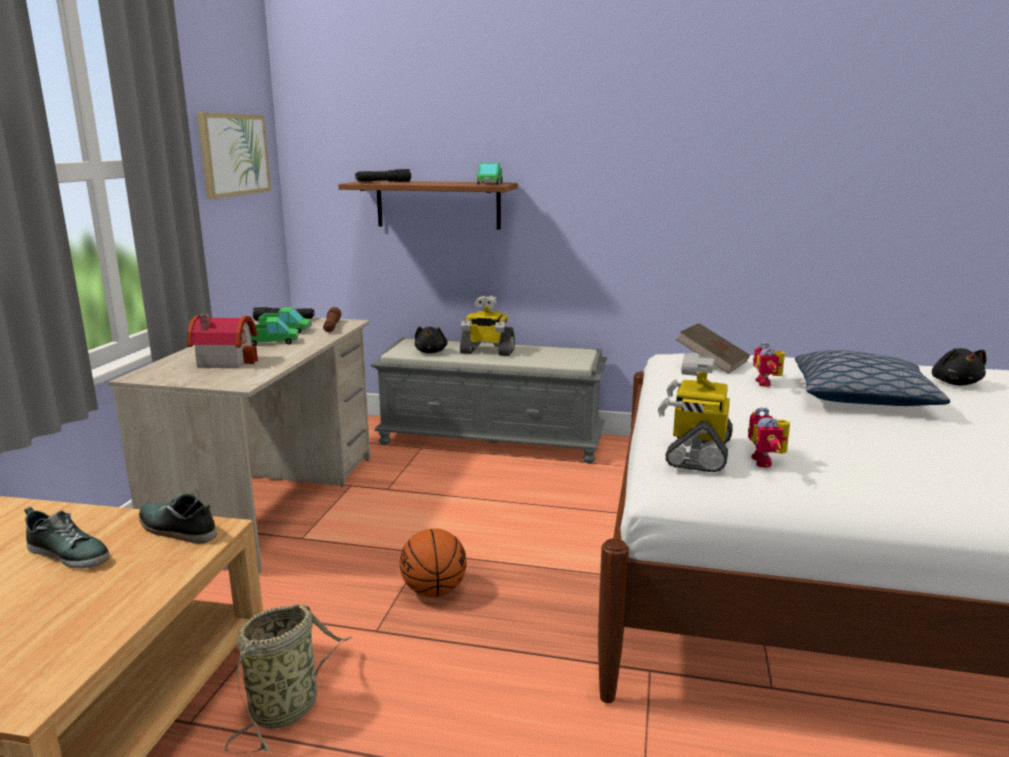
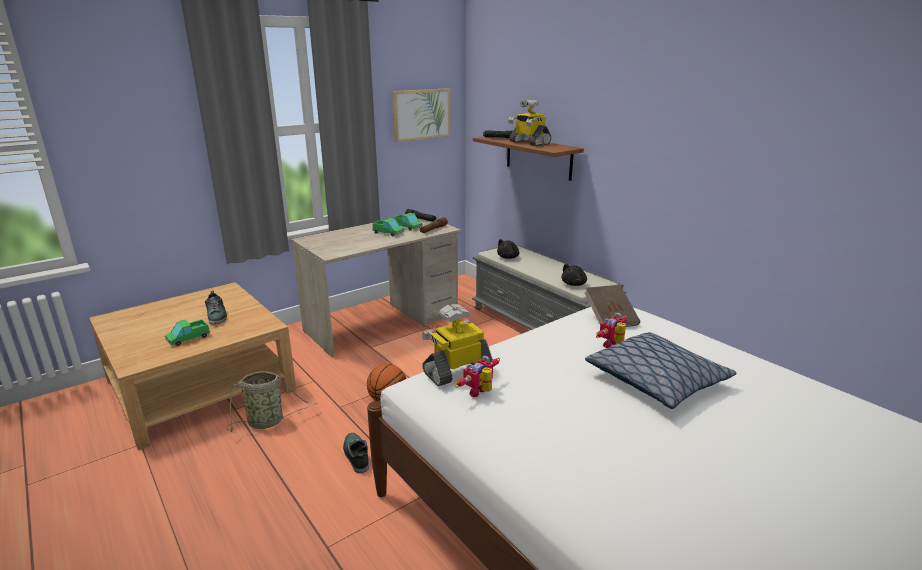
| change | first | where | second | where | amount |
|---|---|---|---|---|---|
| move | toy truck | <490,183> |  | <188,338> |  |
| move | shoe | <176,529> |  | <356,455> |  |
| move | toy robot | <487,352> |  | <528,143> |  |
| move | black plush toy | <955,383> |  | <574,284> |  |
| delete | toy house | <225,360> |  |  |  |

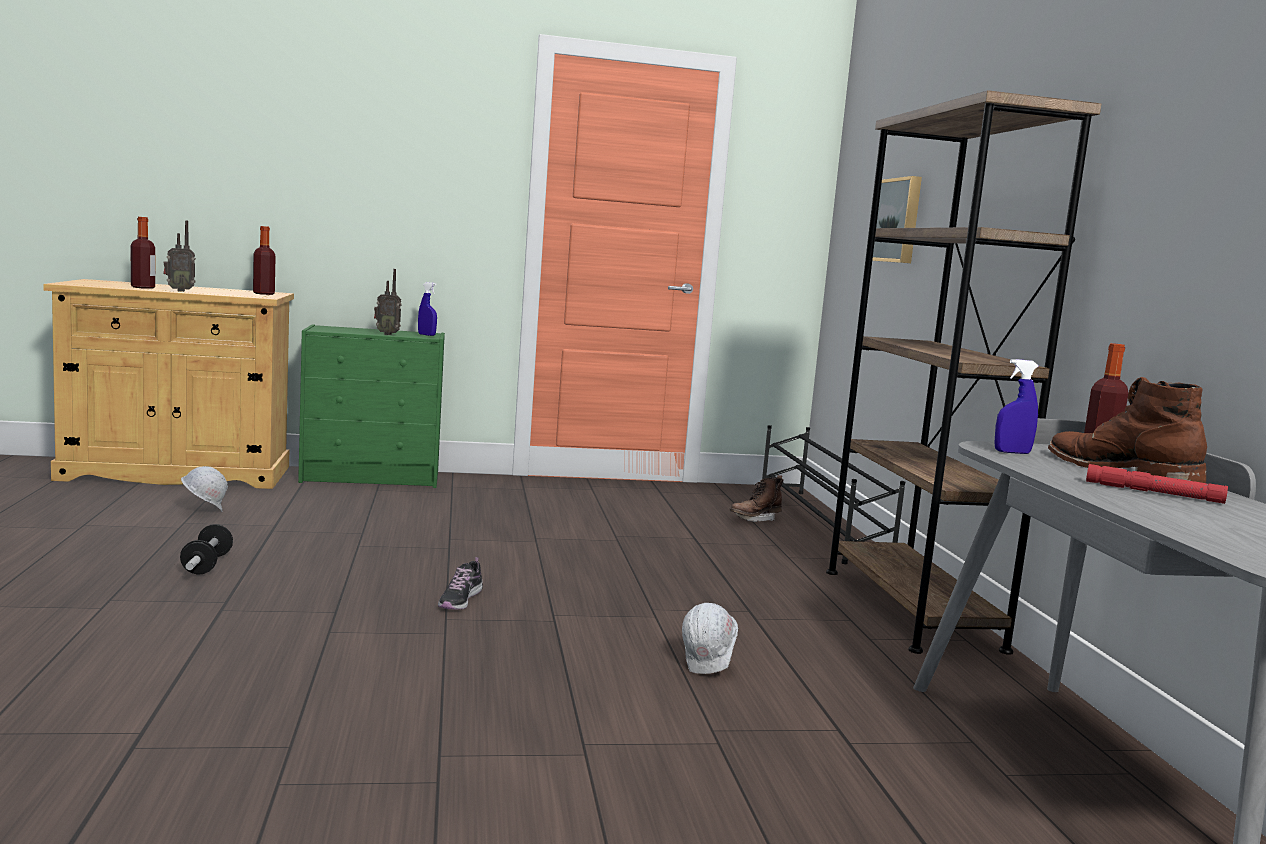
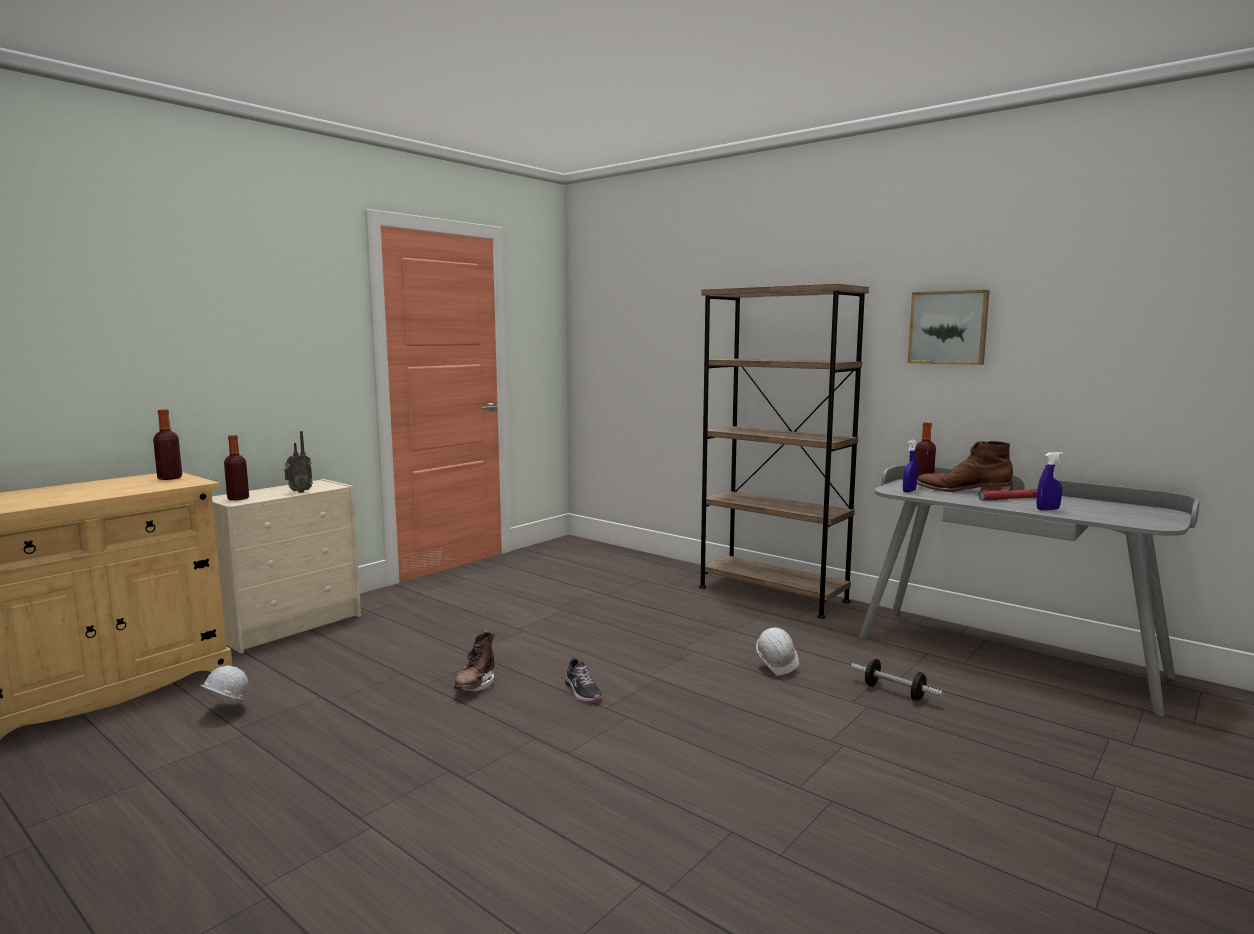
| change | first | where | second | where | amount |
|---|---|---|---|---|---|
| recolor | green dresser | <373,477> | beige dresser | <291,626> |  |
| move | bottle | <143,287> |  | <238,498> |  |
| move | brown boot | <755,519> |  | <475,685> |  |
| move | dumbbell | <207,565> |  | <894,692> |  |
| move | picture | <898,220> |  | <948,327> |  |
| move | blue spray bottle | <426,335> |  | <1048,509> |  |
| delete | radio | <179,291> |  |  |  |
| delete | black shoe rack | <819,524> |  |  |  |

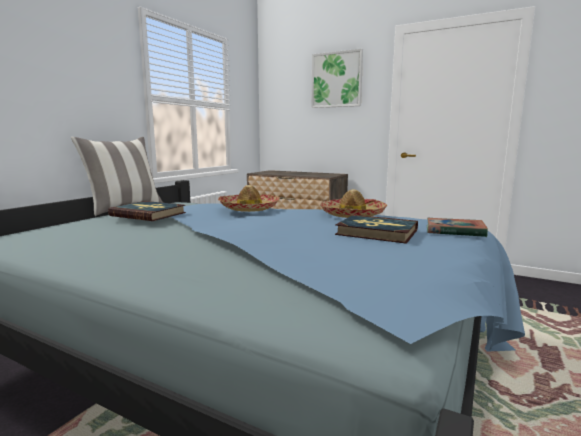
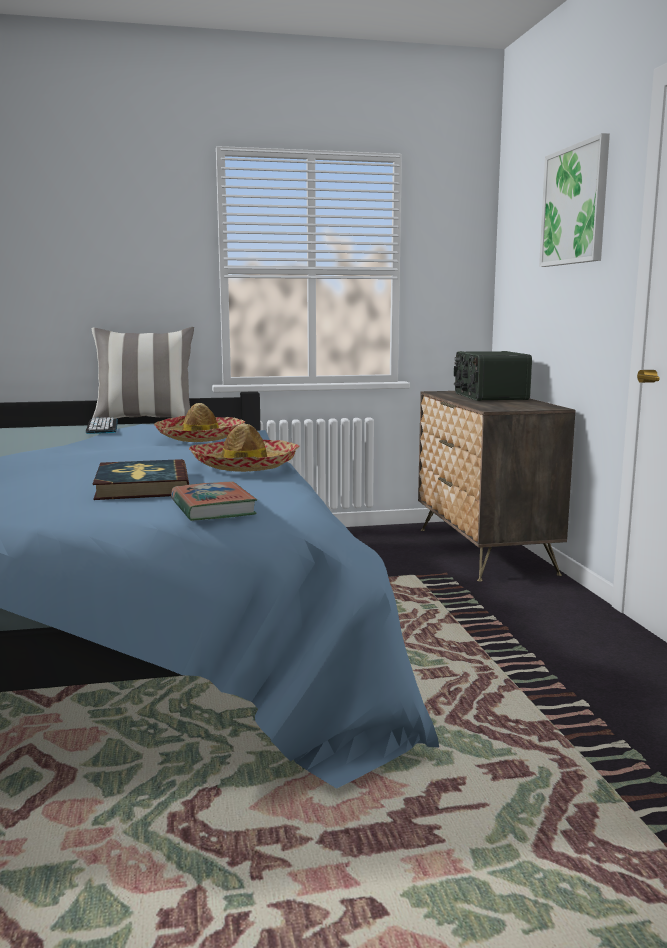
| change | first | where | second | where | amount |
|---|---|---|---|---|---|
| replace | book | <148,214> | keyboard | <102,427> |  |
| insert |  |  | radio | <489,396> |  |

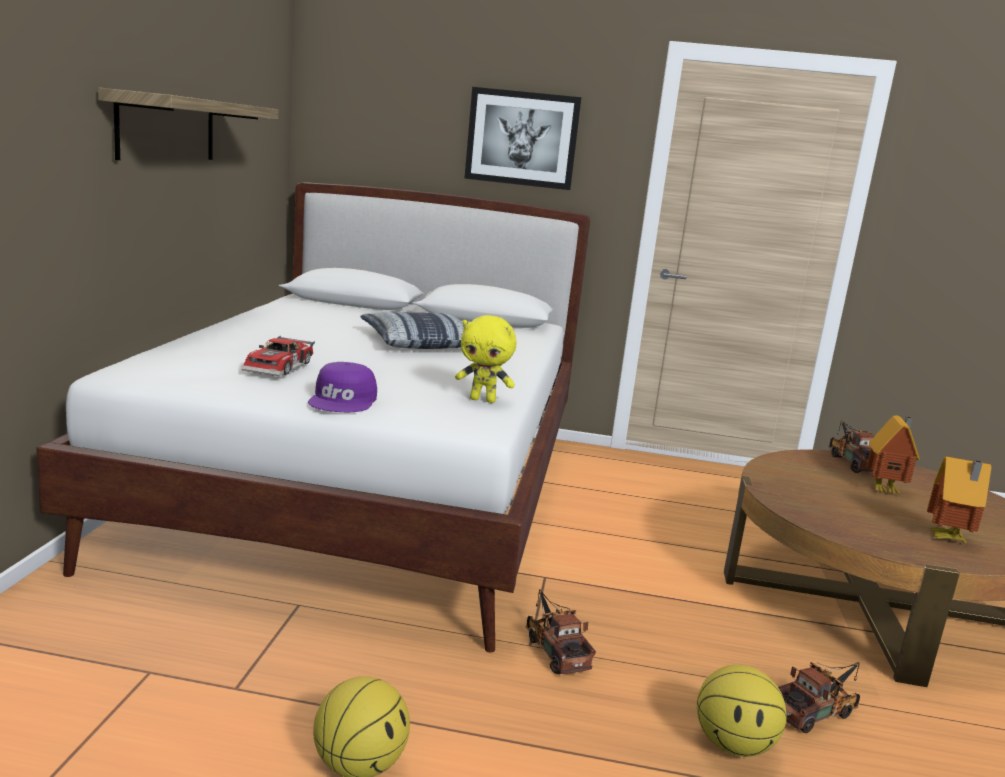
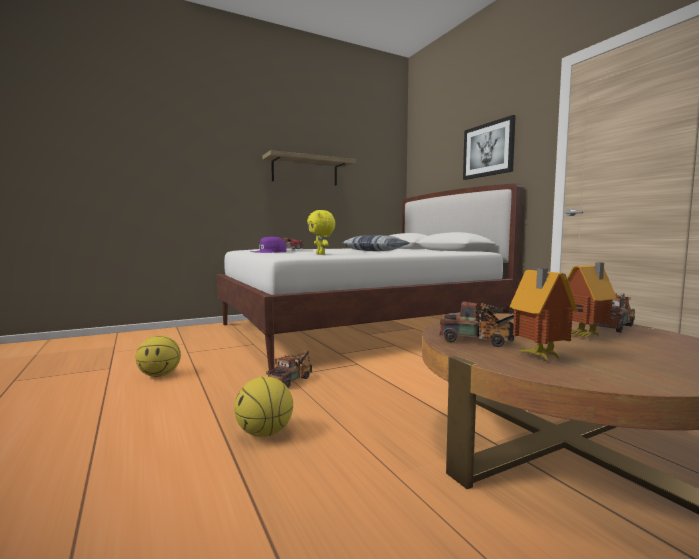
| change | first | where | second | where | amount |
|---|---|---|---|---|---|
| move | toy truck | <817,711> |  | <482,341> |  |

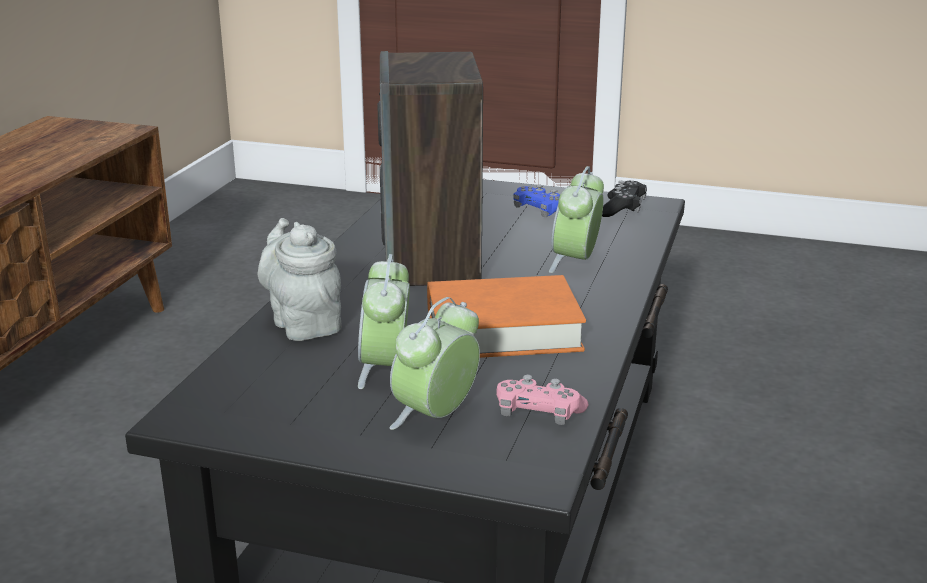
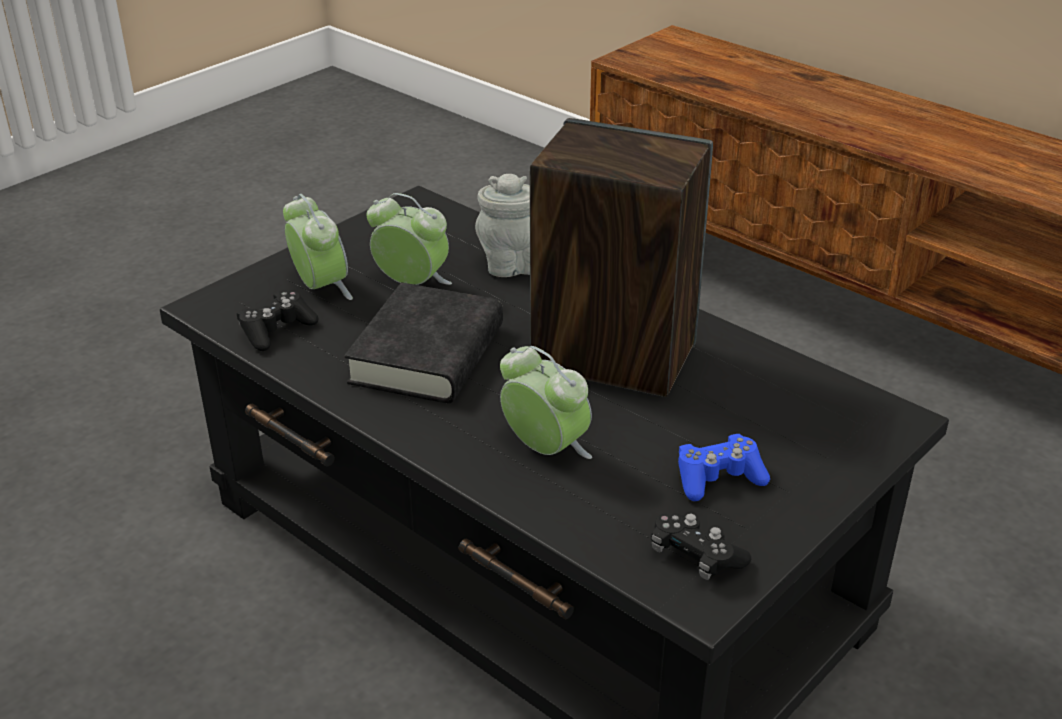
| change | first | where | second | where | amount |
|---|---|---|---|---|---|
| recolor | pink game controller | <538,415> | black game controller | <276,330> |  |
| recolor | orange book | <503,329> | black book | <427,355> |  |

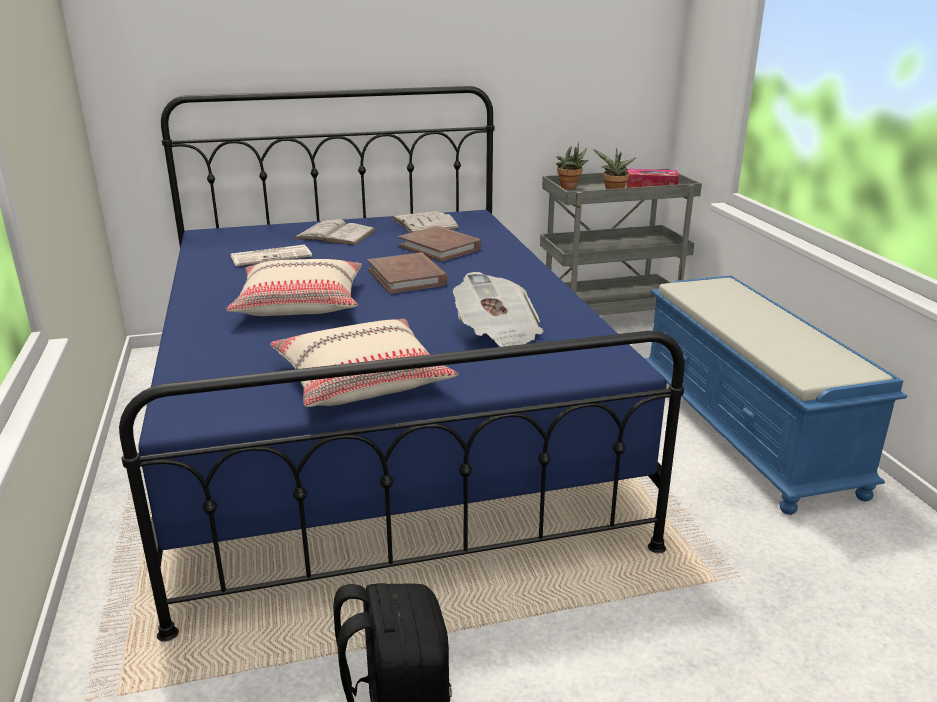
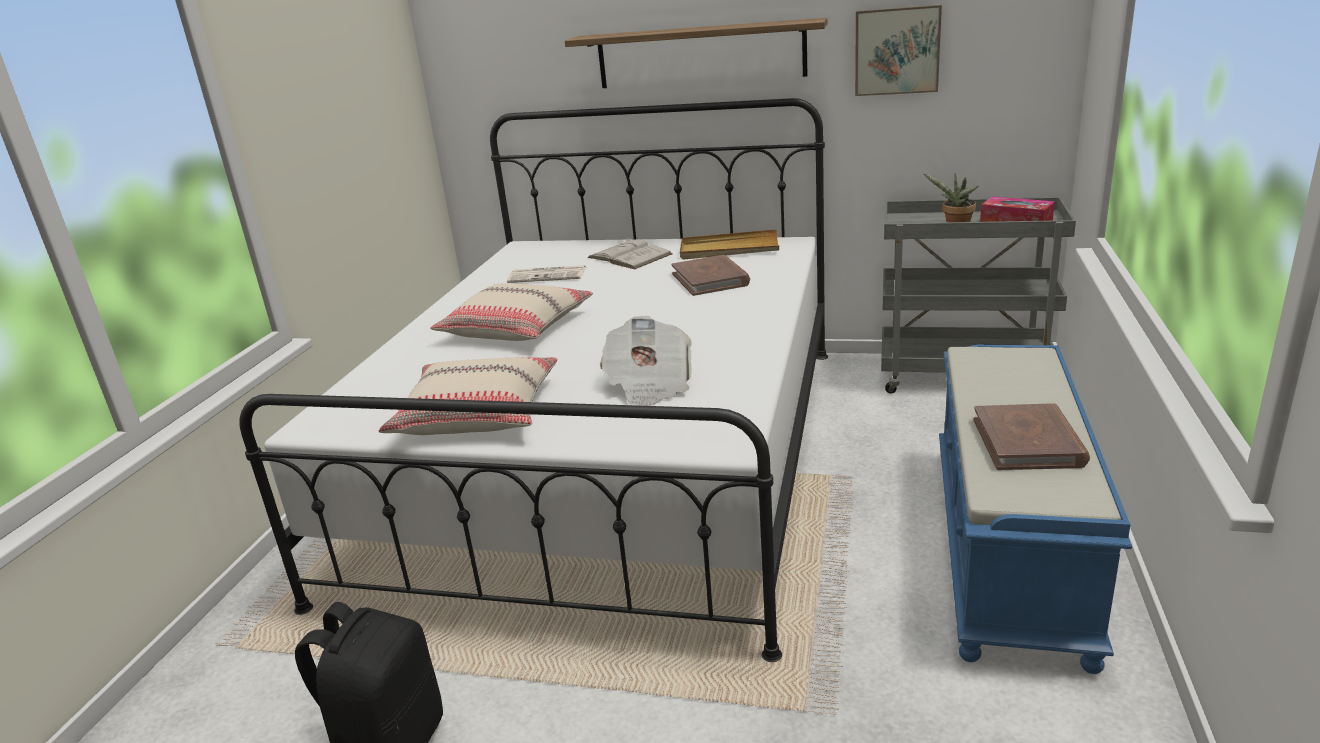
| change | first | where | second | where | amount |
|---|---|---|---|---|---|
| recolor | blue bed | <378,425> | white bed | <613,458> |  |
| insert |  |  | shelf | <700,54> |  |
| replace | white book | <424,223> | beige tray | <729,249> |  |
| insert |  |  | picture | <897,50> |  |
| move | brown book | <407,277> |  | <1028,442> |  |
| delete | potted plant | <570,188> |  |  |  |

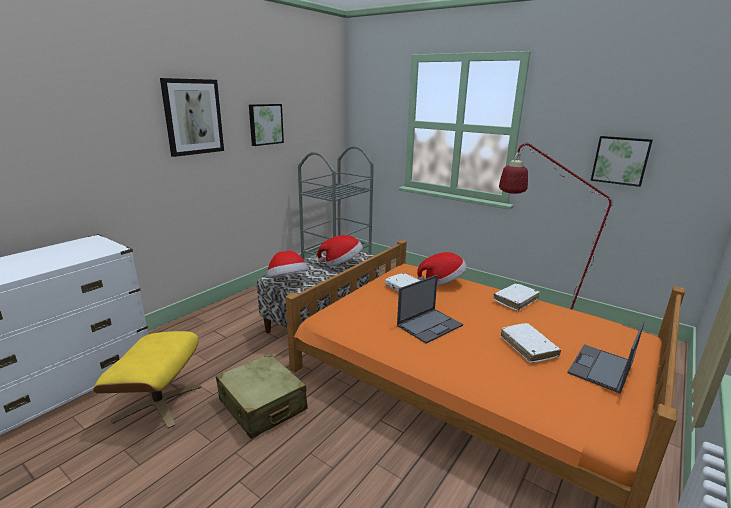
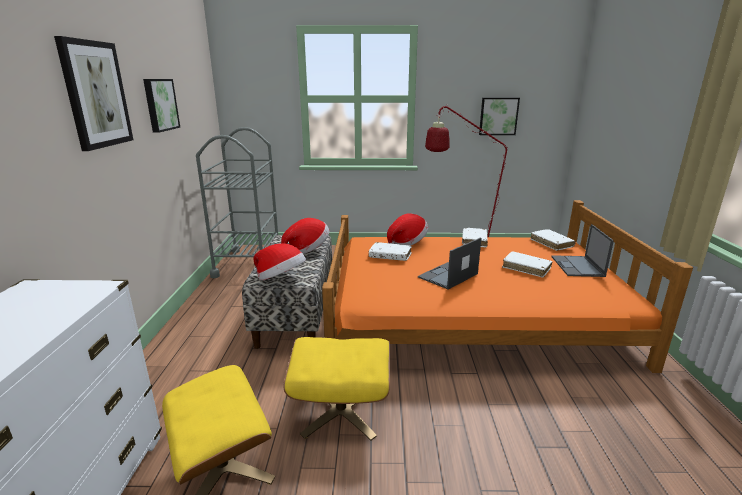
| change | first | where | second | where | amount |
|---|---|---|---|---|---|
| replace | beige suitcase | <262,405> | yellow ottoman | <341,411> |  |
| rotate | laptop | <430,325> |  | <447,276> | 150 degrees counterclockwise |
| insert |  |  | white book | <551,243> |  |

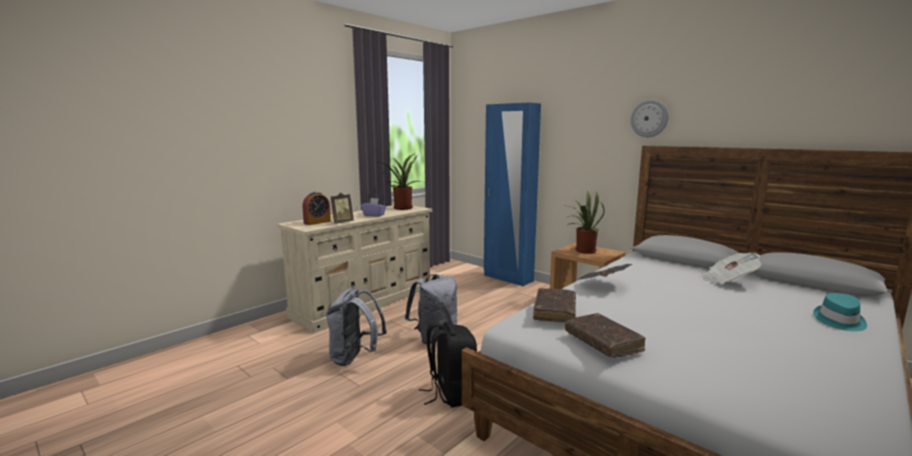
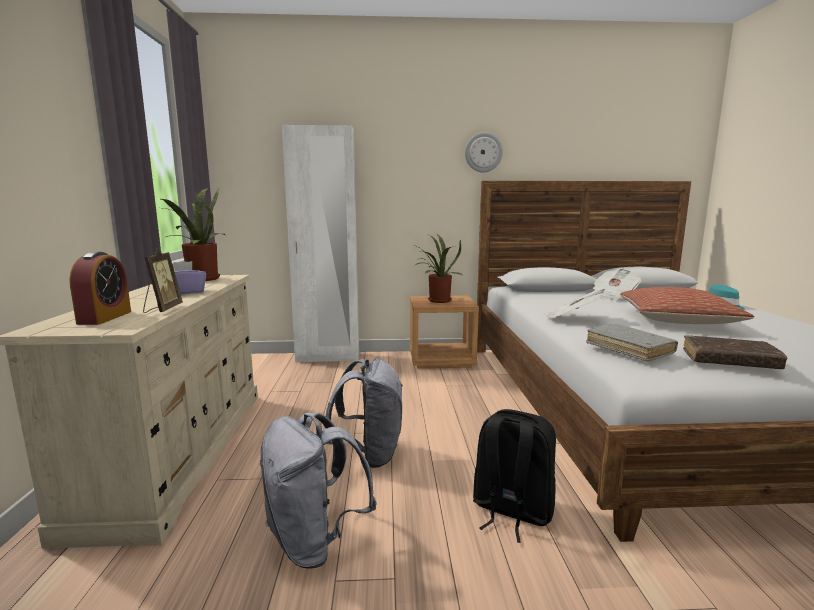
| change | first | where | second | where | amount |
|---|---|---|---|---|---|
| recolor | blue wardrobe | <508,278> | white wardrobe | <328,357> |  |
| recolor | brown book | <554,311> | grey book | <629,349> |  |
| insert |  |  | pillow | <676,320> |  |

